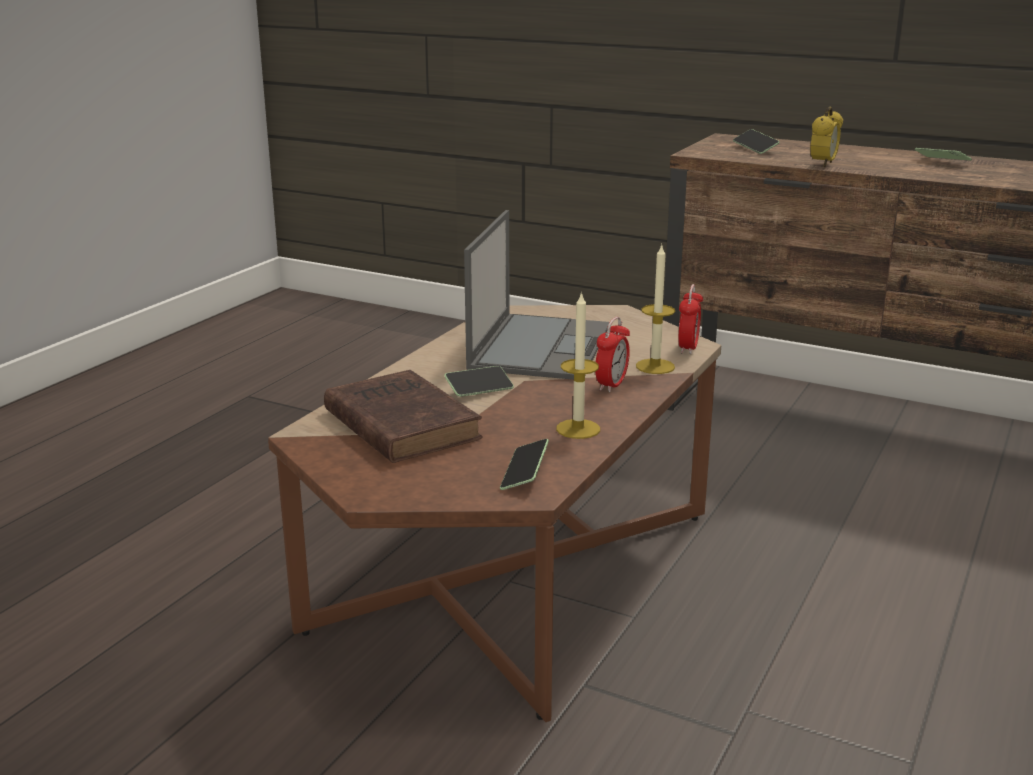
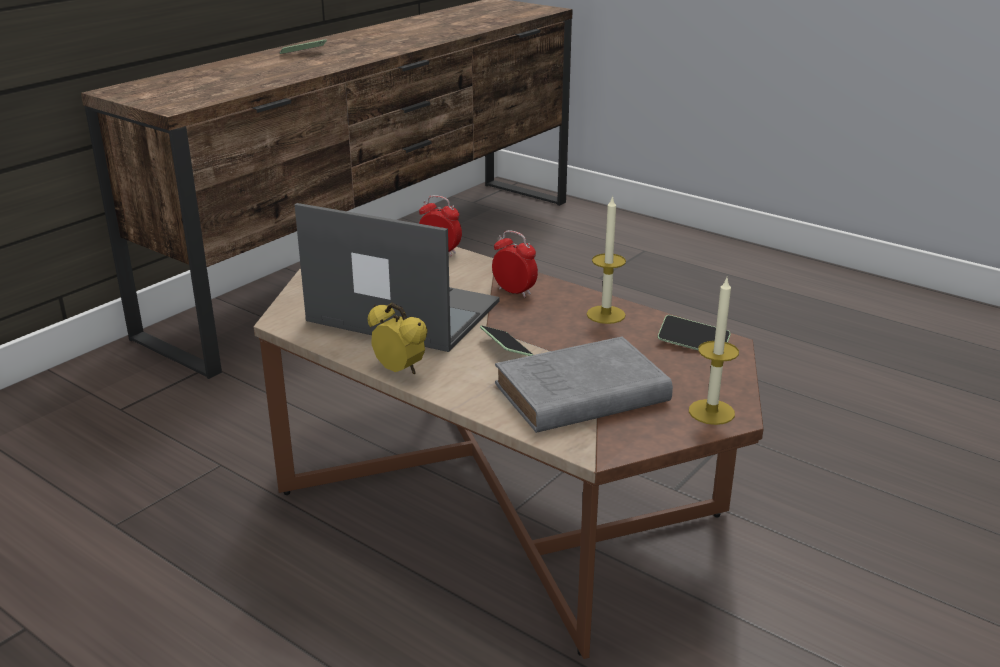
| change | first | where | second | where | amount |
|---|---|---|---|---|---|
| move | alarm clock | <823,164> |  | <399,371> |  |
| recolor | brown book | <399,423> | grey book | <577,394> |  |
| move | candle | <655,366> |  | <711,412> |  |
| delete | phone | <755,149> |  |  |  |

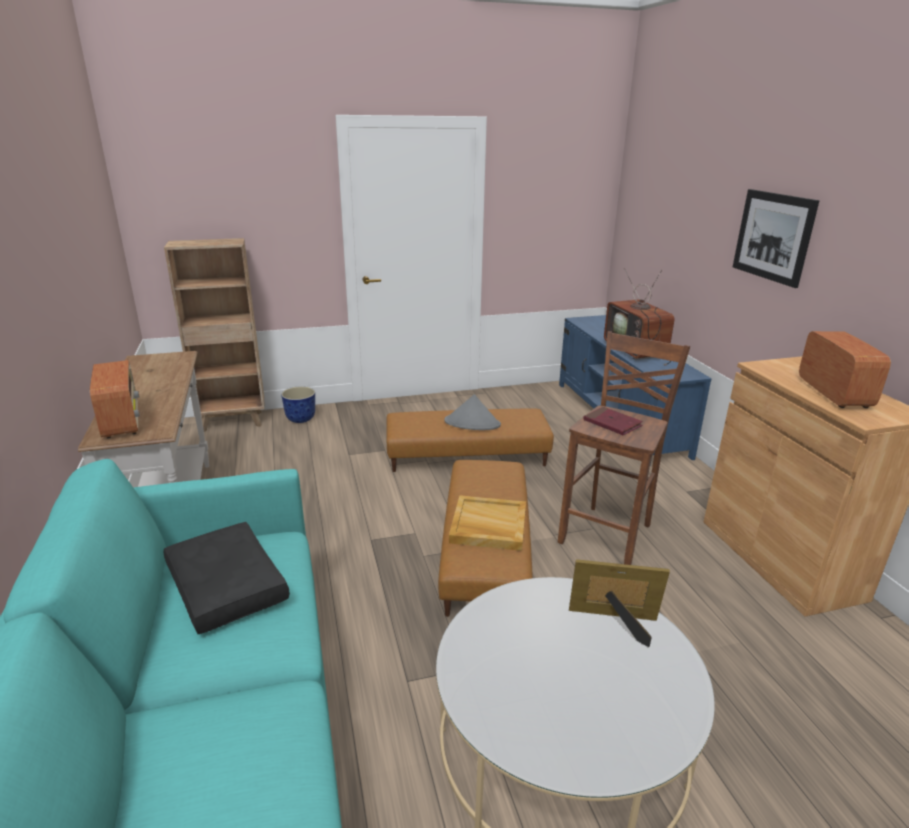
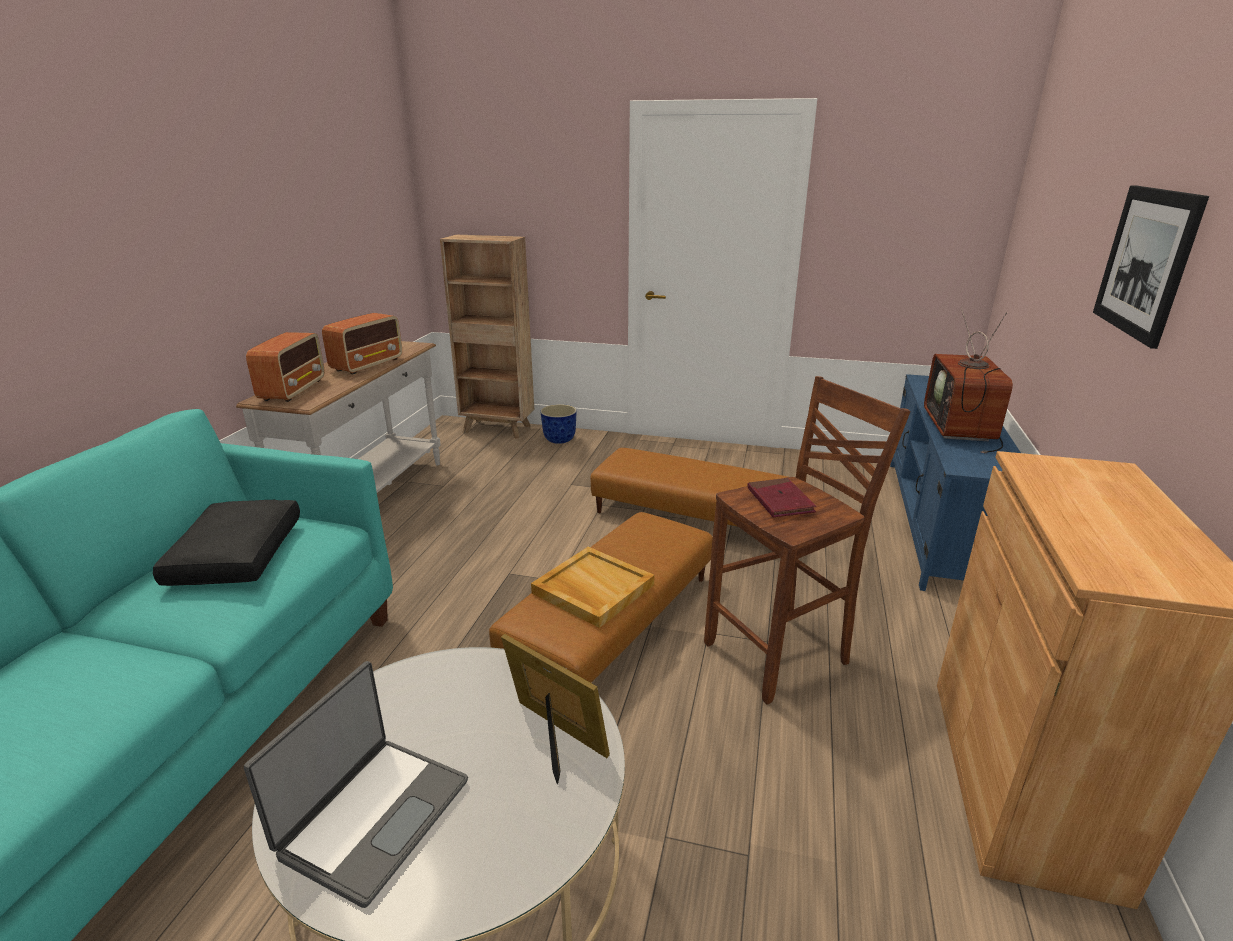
| change | first | where | second | where | amount |
|---|---|---|---|---|---|
| insert |  |  | laptop | <373,816> |  |
| move | radio | <833,393> |  | <368,364> |  |
| delete | grey hat | <472,423> |  |  |  |

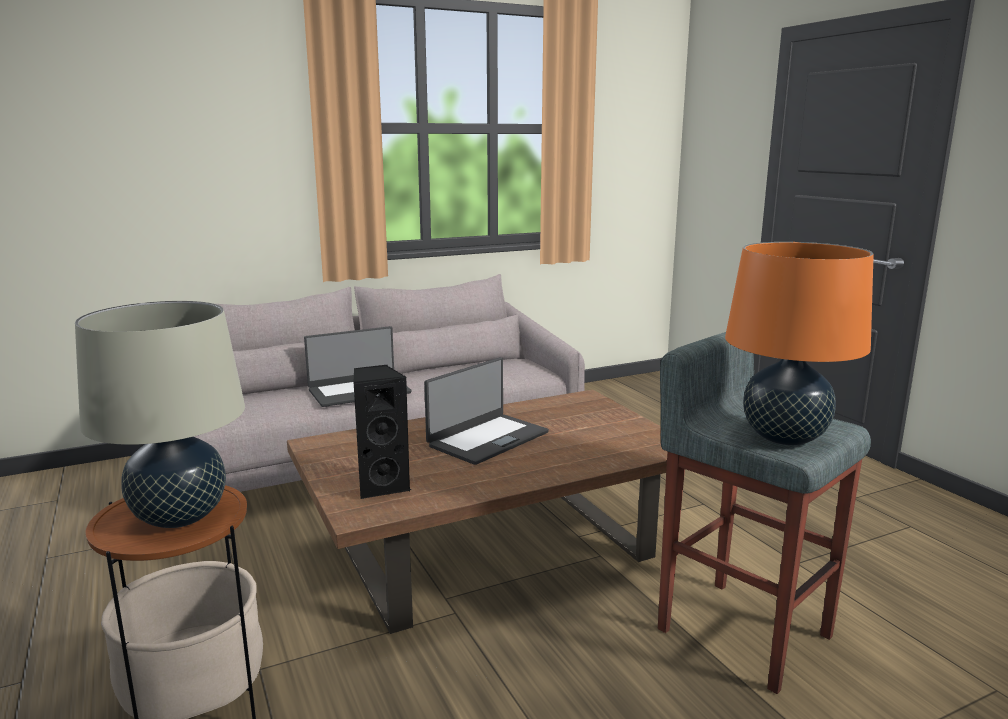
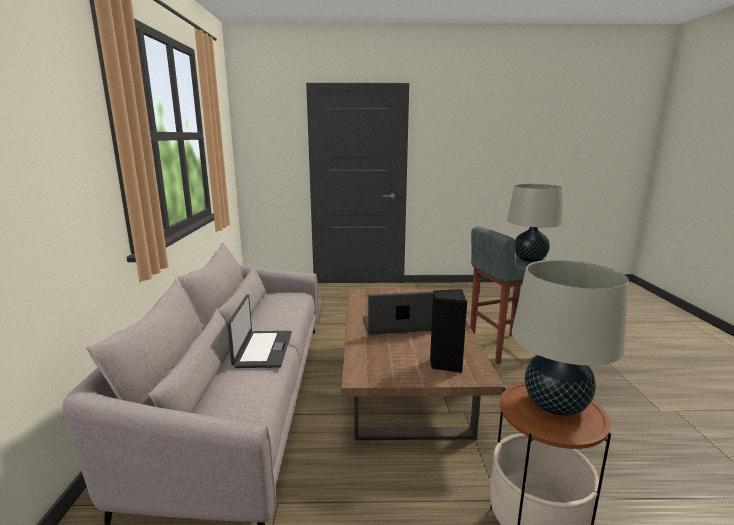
| change | first | where | second | where | amount |
|---|---|---|---|---|---|
| rotate | laptop | <487,439> |  | <397,325> | 75 degrees counterclockwise |
| recolor | orange table lamp | <784,437> | beige table lamp | <529,260> |  |

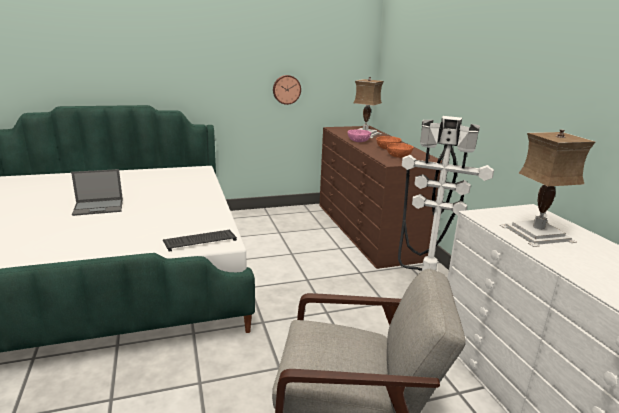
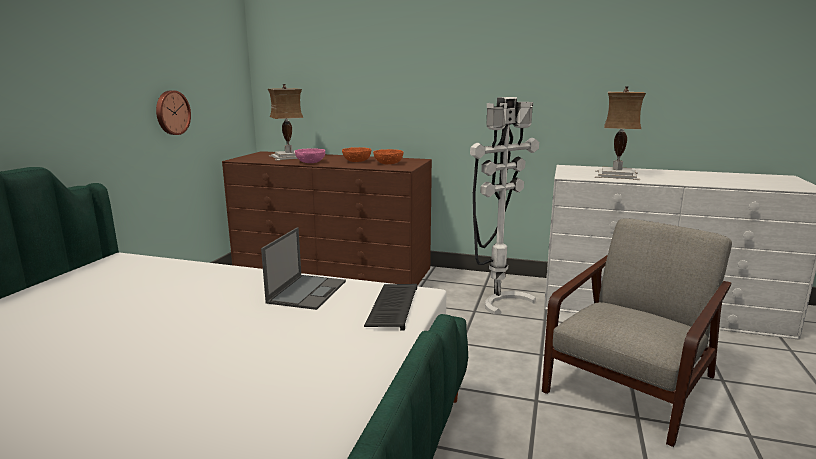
| change | first | where | second | where | amount |
|---|---|---|---|---|---|
| move | laptop | <99,207> |  | <307,291> |  |

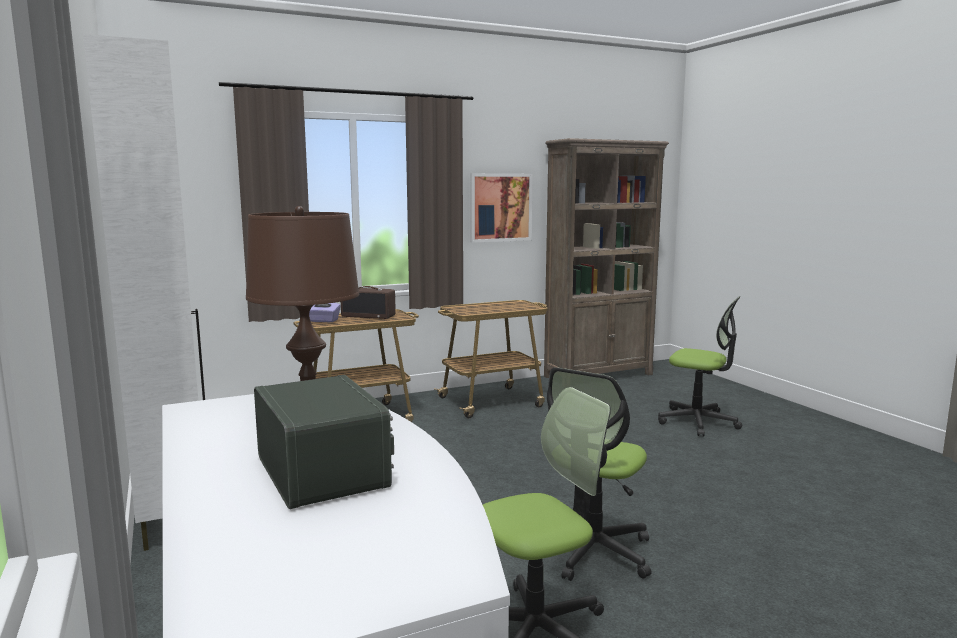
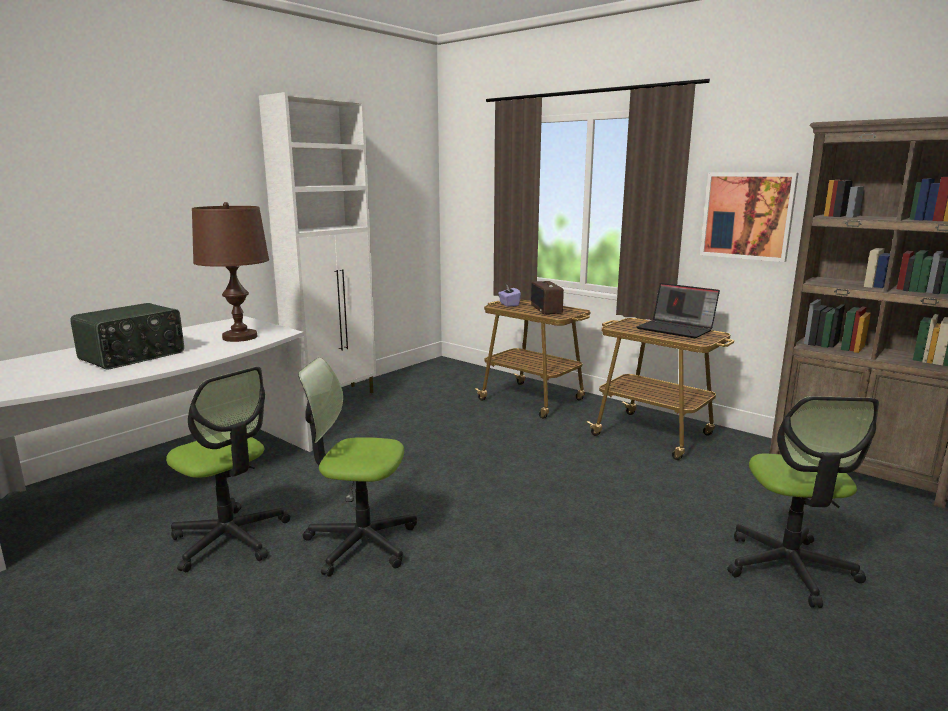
| change | first | where | second | where | amount |
|---|---|---|---|---|---|
| insert |  |  | laptop | <676,329> |  |

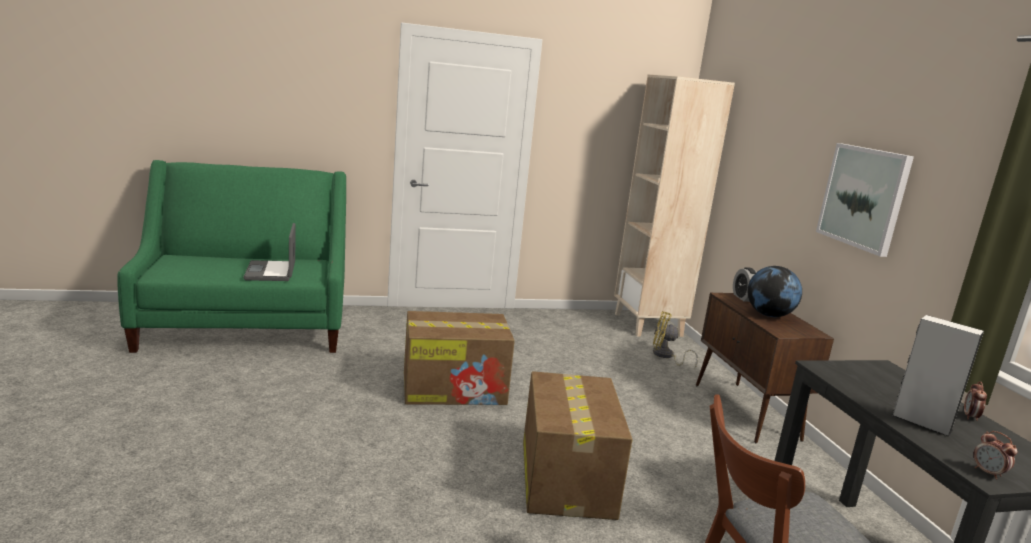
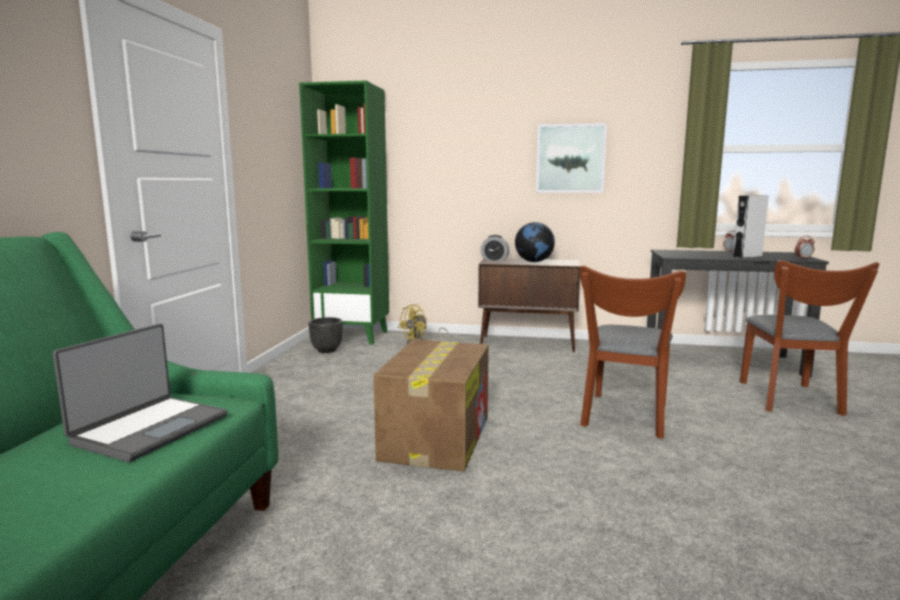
| change | first | where | second | where | amount |
|---|---|---|---|---|---|
| rotate | laptop | <272,272> |  | <149,429> | 75 degrees counterclockwise |
| recolor | beige bookcase | <648,325> | green bookcase | <353,336> |  |
| insert |  |  | black planter | <327,350> |  |
| replace | cardboard box | <566,476> | brown chair | <624,418> |  |

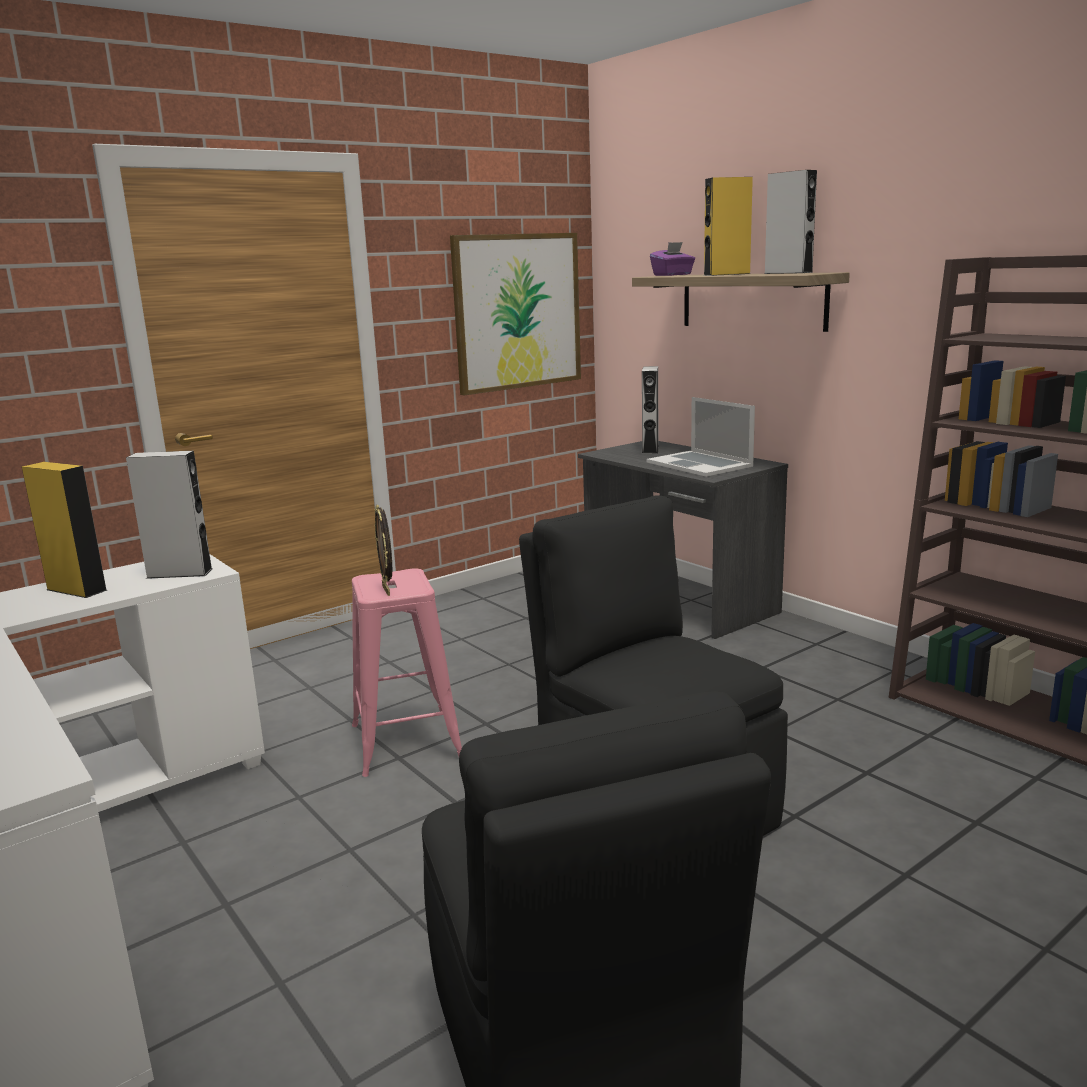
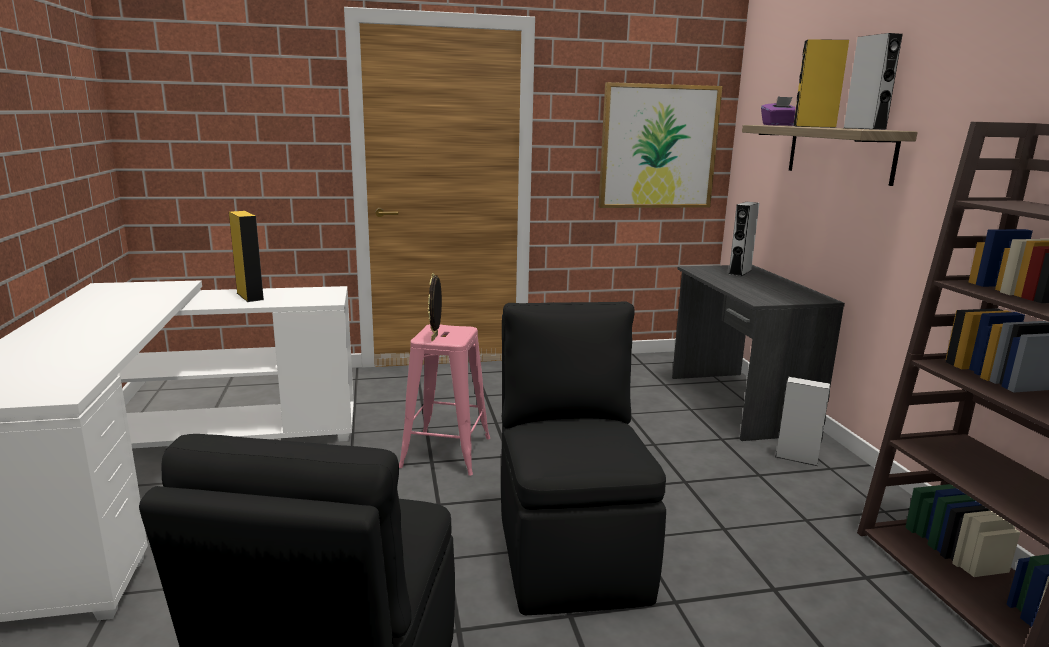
| change | first | where | second | where | amount |
|---|---|---|---|---|---|
| move | grey speaker | <179,573> |  | <796,458> |  |
| delete | laptop | <699,464> |  |  |  |

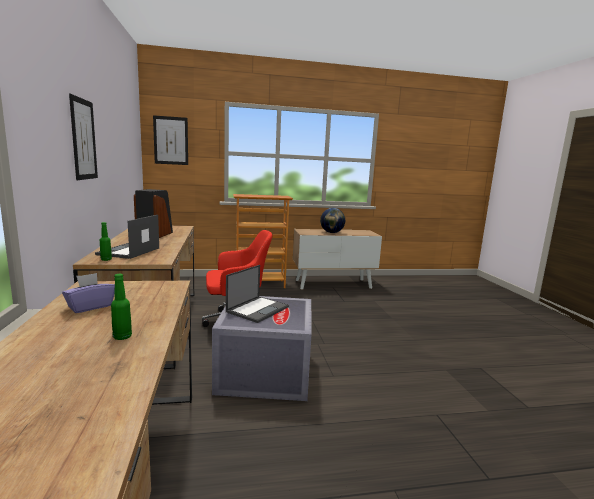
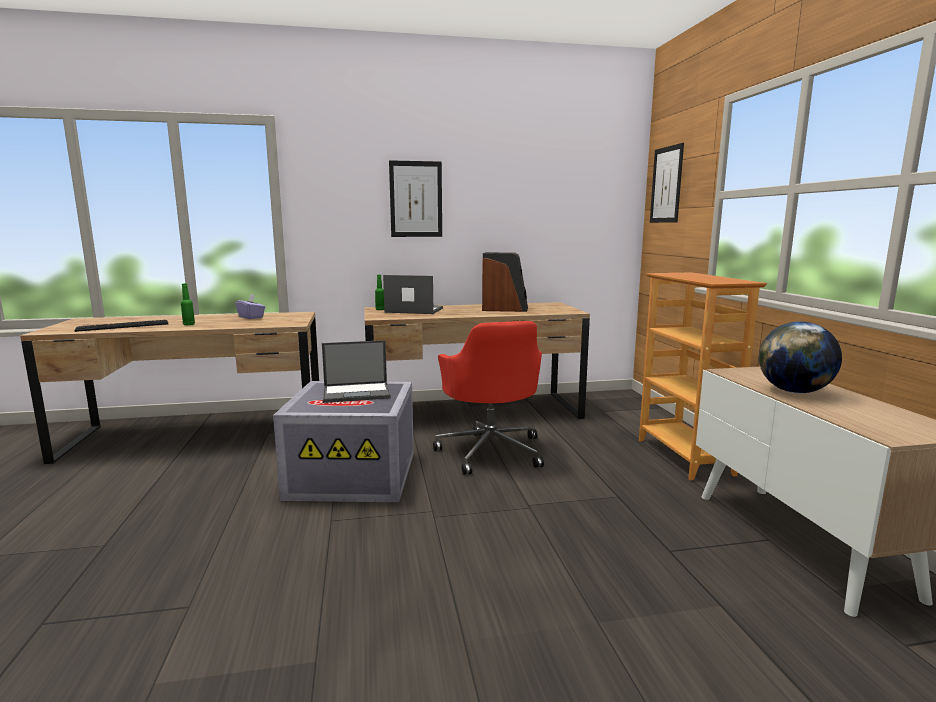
| change | first | where | second | where | amount |
|---|---|---|---|---|---|
| insert |  |  | keyboard | <123,326> |  |
| rotate | laptop | <258,309> |  | <357,392> | 45 degrees counterclockwise |

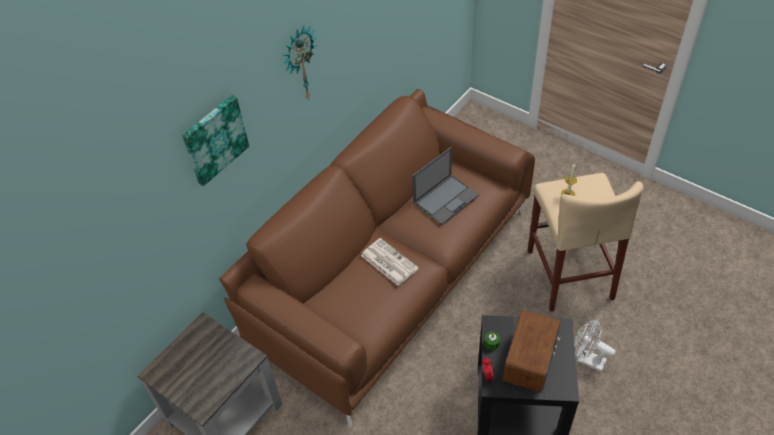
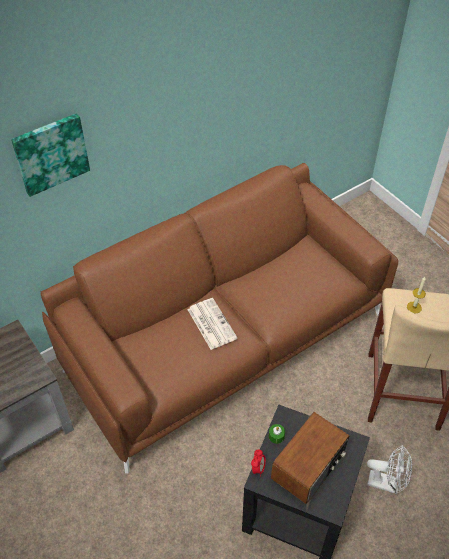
| change | first | where | second | where | amount |
|---|---|---|---|---|---|
| rotate | white fan | <587,359> |  | <386,483> | 150 degrees clockwise |
| delete | wall clock | <300,65> |  |  |  |
| delete | laptop | <446,199> |  |  |  |

